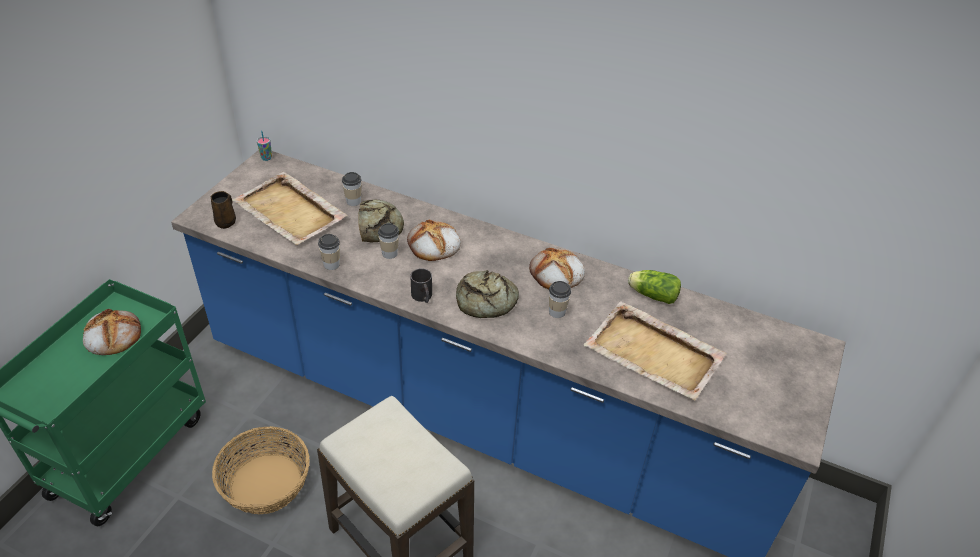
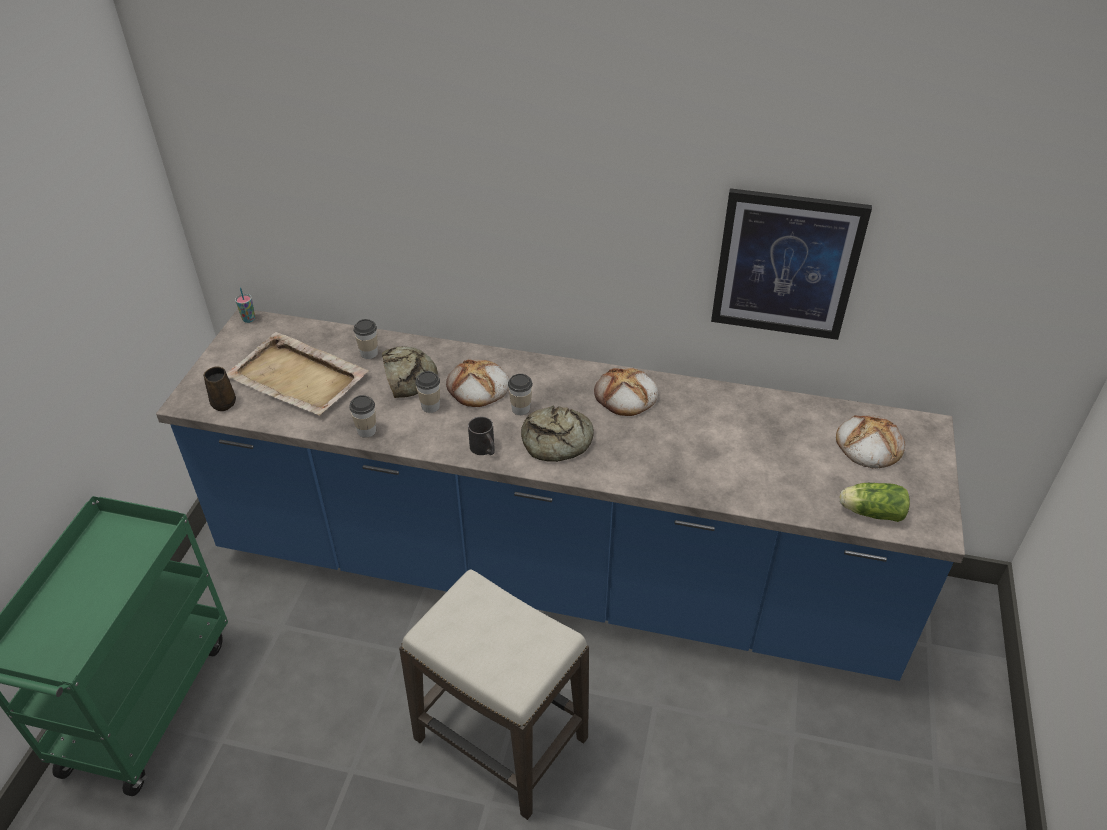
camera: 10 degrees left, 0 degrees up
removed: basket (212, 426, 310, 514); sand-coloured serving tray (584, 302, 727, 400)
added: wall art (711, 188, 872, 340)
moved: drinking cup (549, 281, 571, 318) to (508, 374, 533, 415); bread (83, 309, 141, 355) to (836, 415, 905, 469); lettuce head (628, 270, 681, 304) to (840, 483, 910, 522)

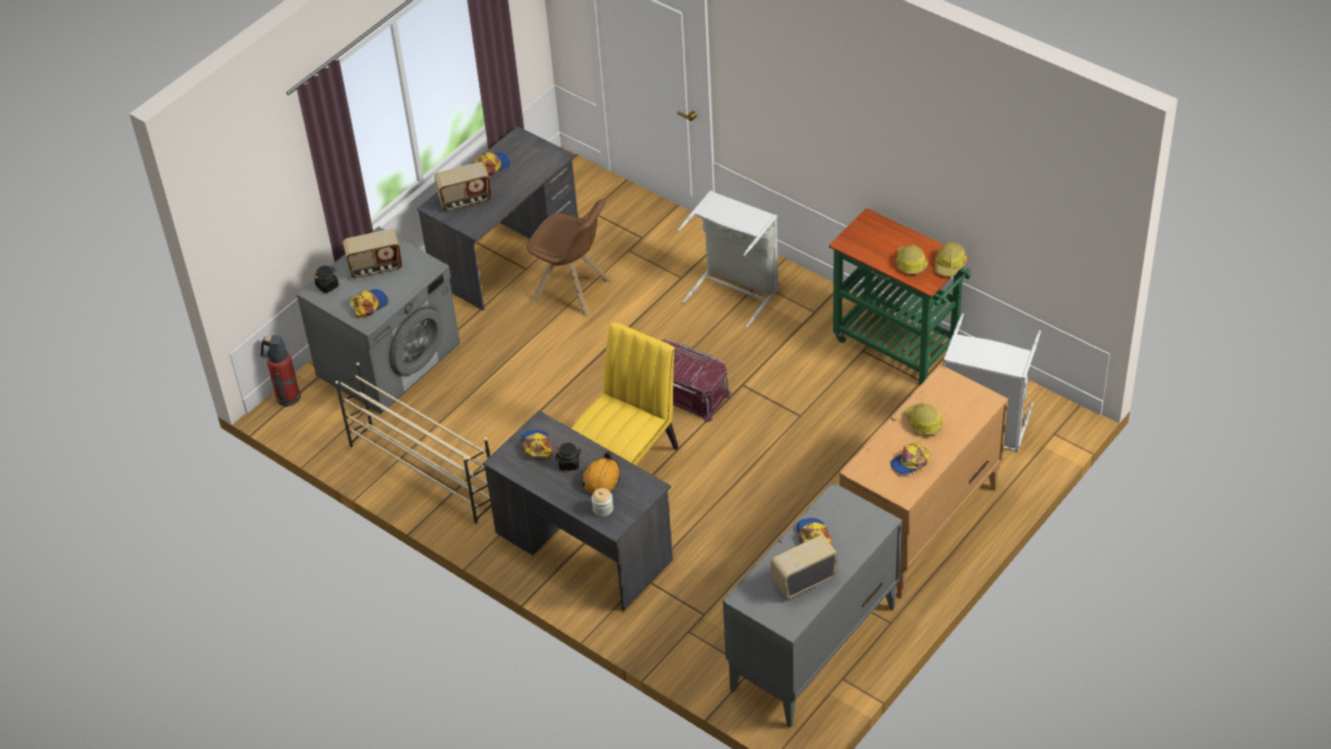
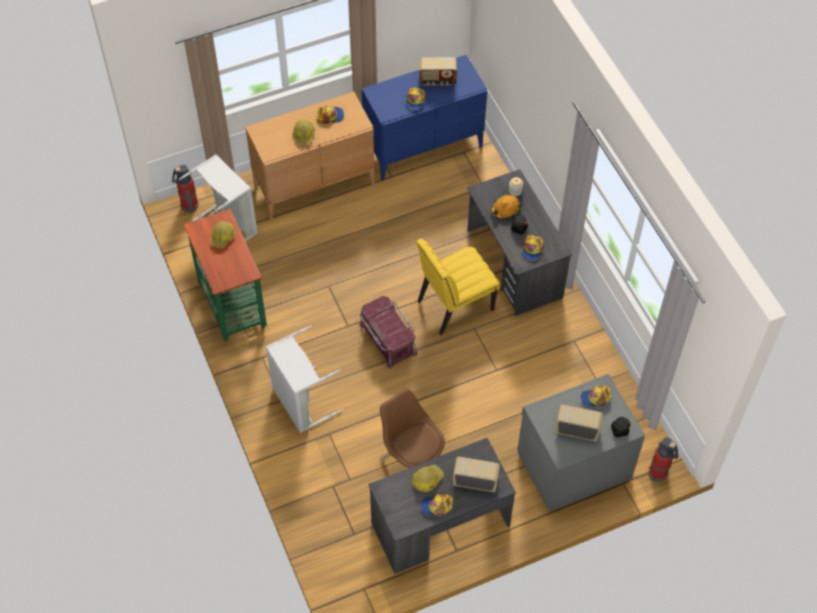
camera: 155 degrees left, 10 degrees up
removed: sand-coloured shoe shelf (335, 362, 491, 525)
added: extinguisher (172, 165, 198, 212)
moved: work helmet (935, 242, 967, 277) to (412, 465, 444, 492)
recoloured: grey cupboard (723, 483, 902, 728) to blue-coloured cupboard (361, 55, 487, 181)

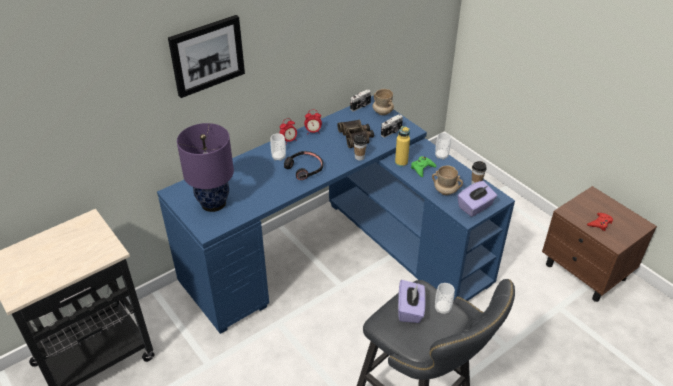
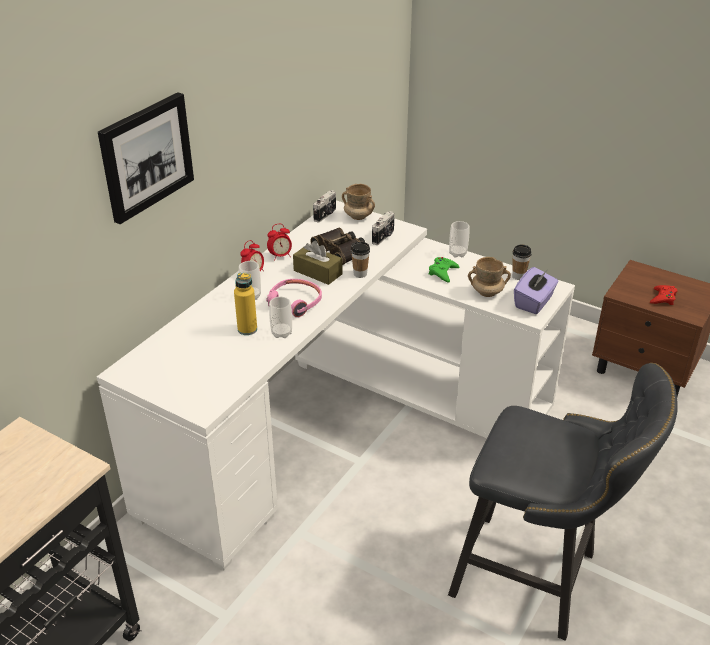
camera: 20 degrees left, 5 degrees down
removed: purple tabletop lamp (177, 123, 234, 212); purple box of tissues (398, 280, 426, 323)
added: brown-coloured box of tissues (293, 241, 343, 285)
moved: yellow bottle (395, 126, 410, 167) to (234, 273, 257, 335); drinking cup (435, 283, 455, 315) to (269, 297, 292, 338)
recoloured: blue-coloured desk (157, 96, 515, 334) to whitish desk (97, 200, 575, 570); blackish headset (284, 151, 323, 180) to pinkish headset (266, 279, 322, 317)

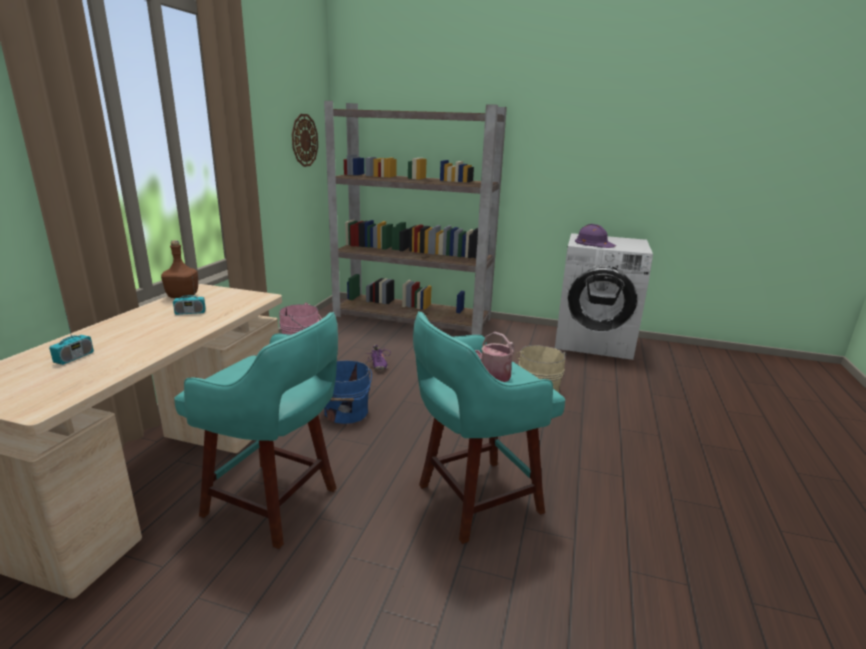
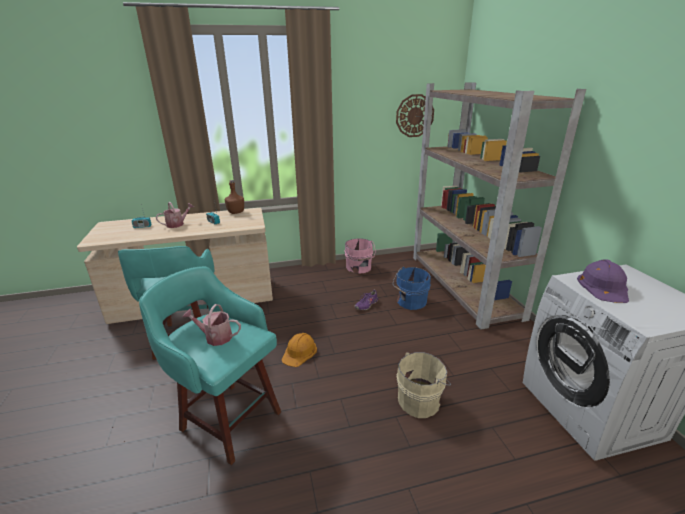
camera: 60 degrees right, 5 degrees up
added: sprinkling can (156, 202, 194, 228); orange work helmet (282, 333, 317, 367)
moved: blue-coloured pail (324, 360, 372, 424) to (393, 267, 431, 310)

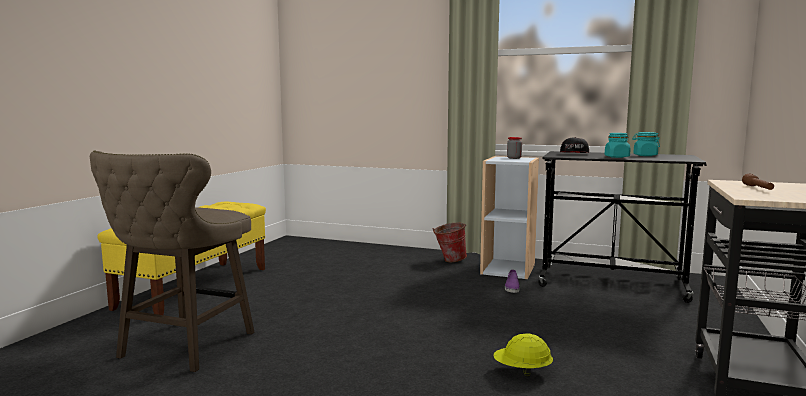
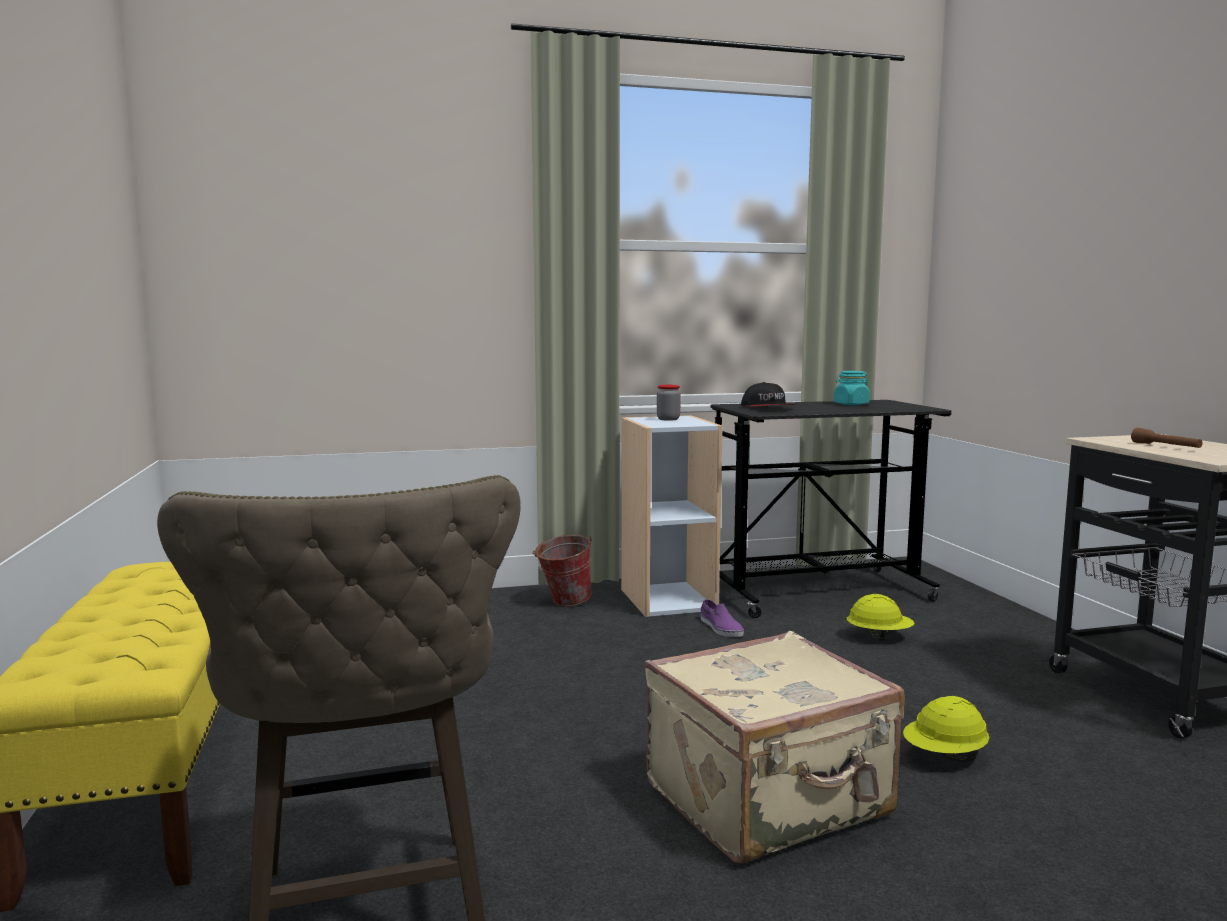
camera: 35 degrees left, 0 degrees up
removed: turquoise-coloured preserve jar (605, 133, 630, 158)
added: sand-coloured travel case (645, 631, 905, 863); yellow work helmet (847, 594, 914, 641)

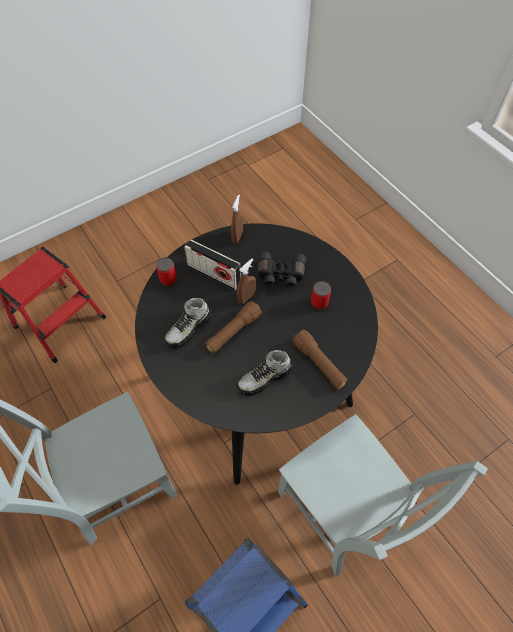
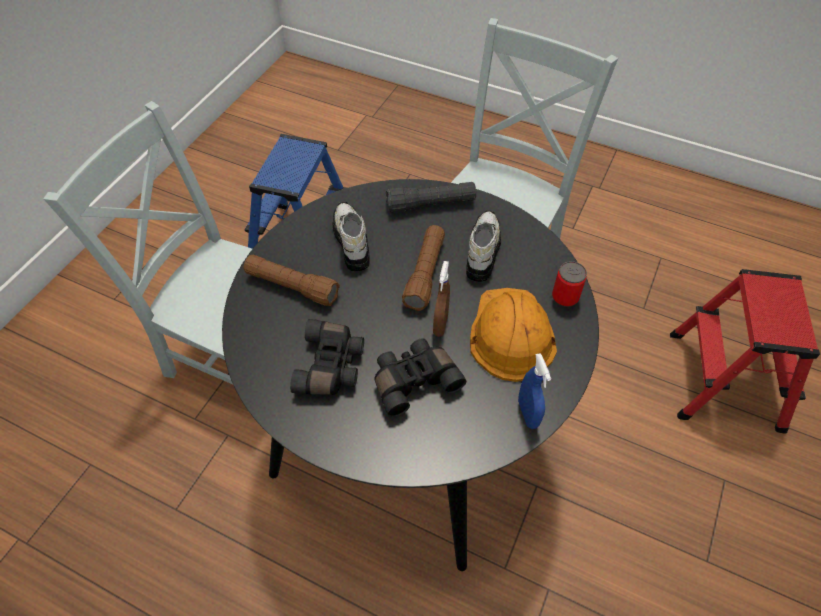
camera: 150 degrees right, 5 degrees down
added: blackish flashlight (386, 182, 476, 213)
replaced: metal can (311, 281, 331, 310) to blackish binoculars (290, 319, 364, 395); radio receiver (184, 239, 241, 290) to orange work helmet (470, 288, 557, 382)
recoloured: brown-coloured sprayer (231, 195, 243, 244) to blue-coloured sprayer (518, 353, 551, 429)
turned: item of footwear (236, 350, 292, 396) = (332, 202, 370, 271) 45 degrees counterclockwise

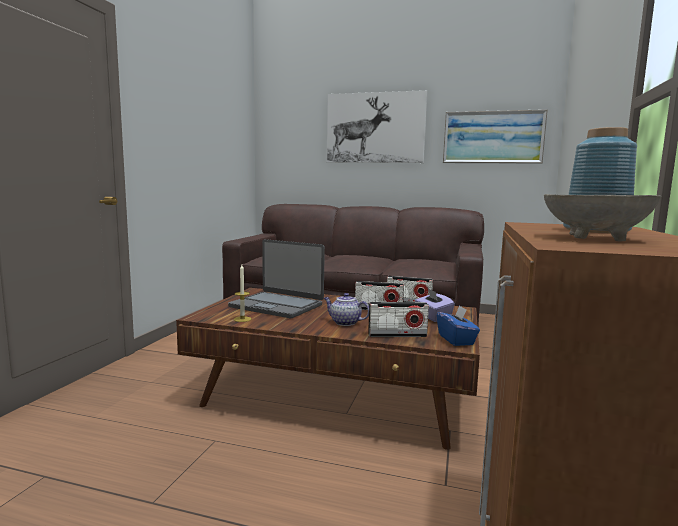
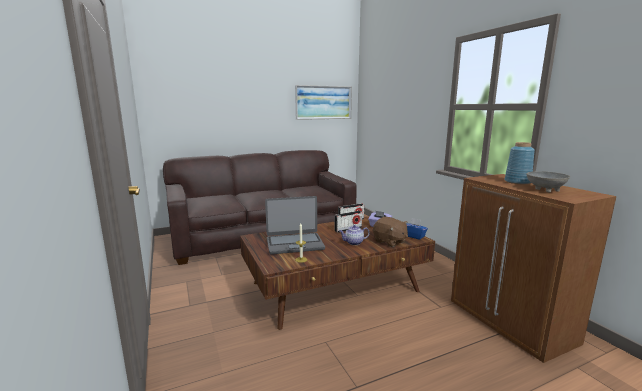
camera: 40 degrees left, 5 degrees up
removed: wall art (327, 90, 427, 163)
replaced: radio receiver (368, 302, 429, 337) to brown-coloured cuddly toy (373, 217, 408, 247)

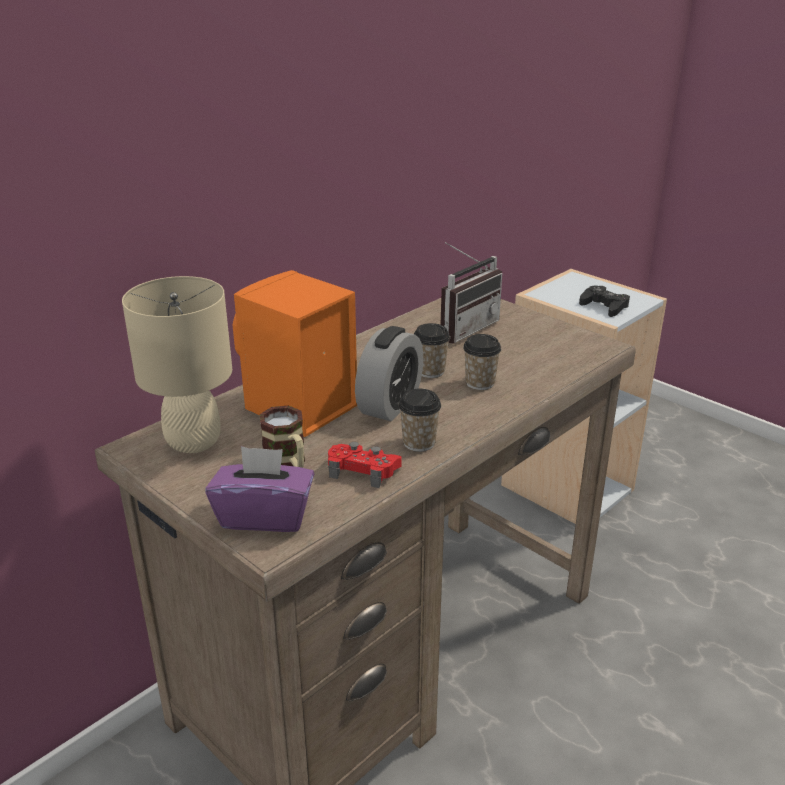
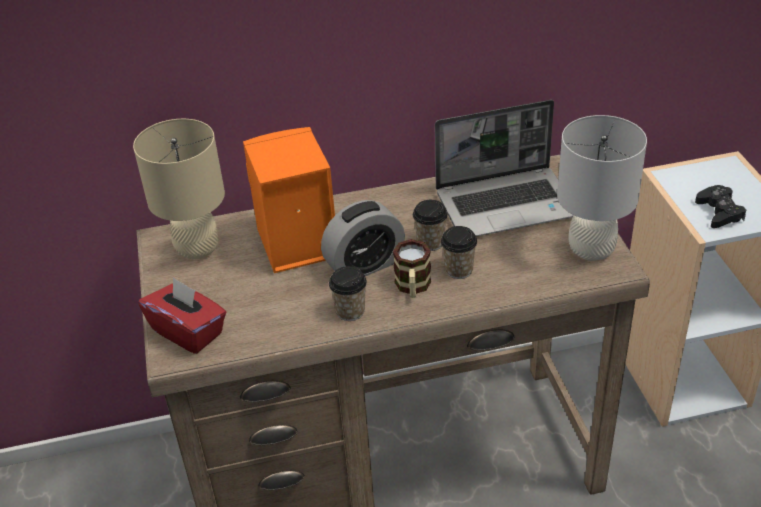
camera: 35 degrees right, 10 degrees up
removed: red-coloured game controller (328, 442, 402, 488)
added: grey tabletop lamp (557, 115, 647, 261)
moved: mug (260, 406, 305, 468) to (393, 239, 431, 298)
replaced: radio receiver (440, 242, 502, 344) to portable computer (435, 100, 573, 237)
recoloured: purple box of tissues (205, 446, 314, 532) to red-coloured box of tissues (138, 277, 226, 354)

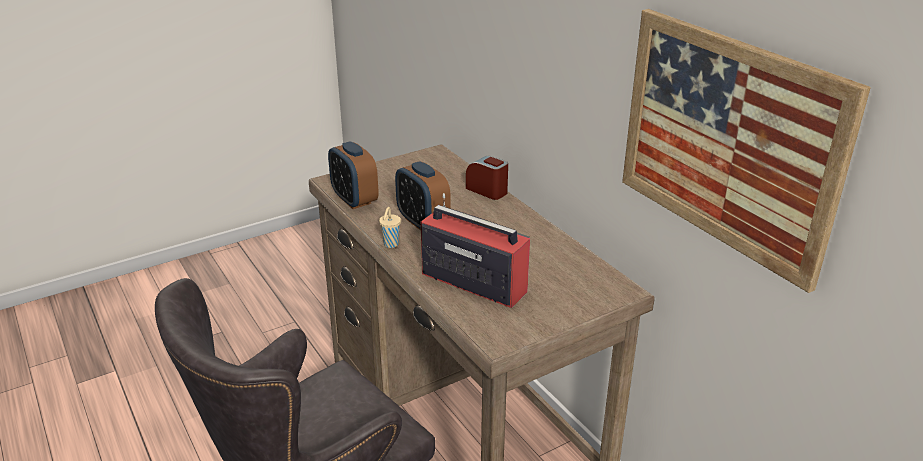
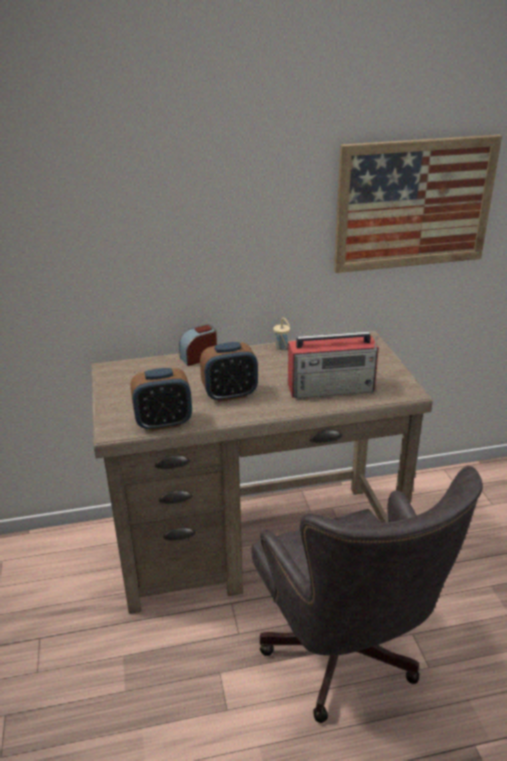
camera: 70 degrees left, 0 degrees up
moved: sand-coloured drinking cup (379, 207, 401, 248) to (273, 317, 290, 350)
turned: radio receiver (421, 193, 530, 308) = (288, 331, 379, 398) 150 degrees counterclockwise

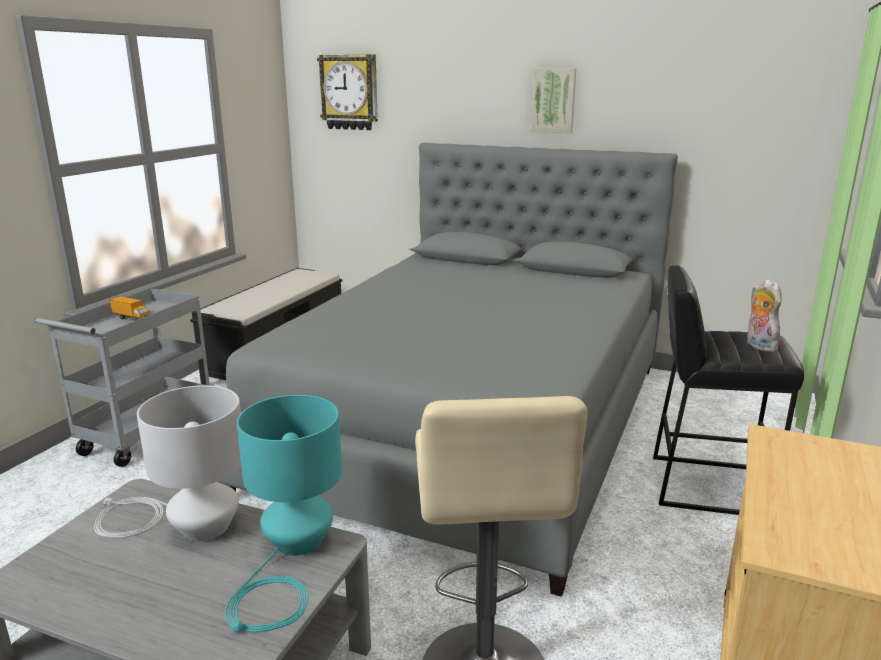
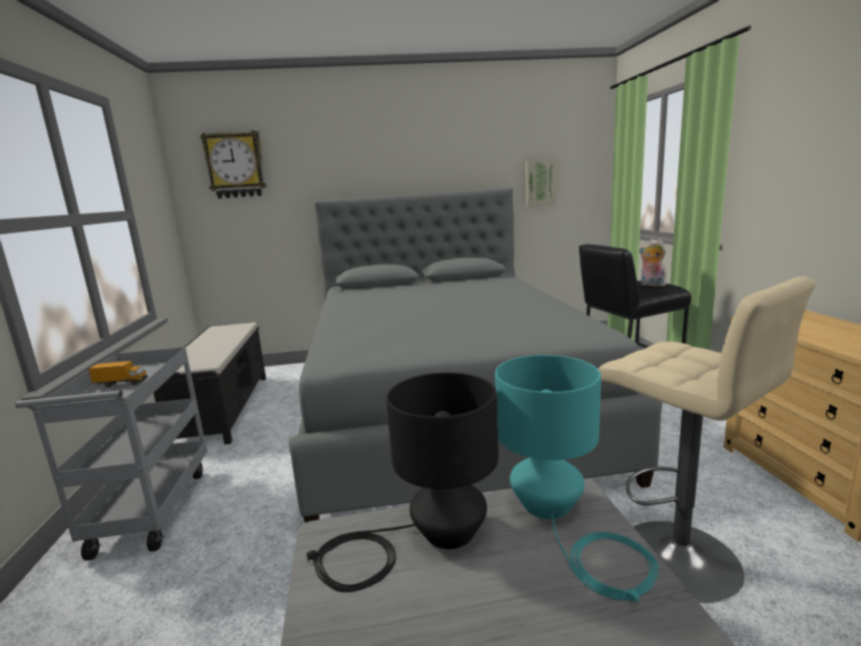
camera: 30 degrees left, 5 degrees down
moved: wall art (531, 68, 576, 133) to (526, 160, 556, 207)
recoloured: whitish tabletop lamp (94, 385, 241, 541) to blackish tabletop lamp (306, 372, 498, 592)

